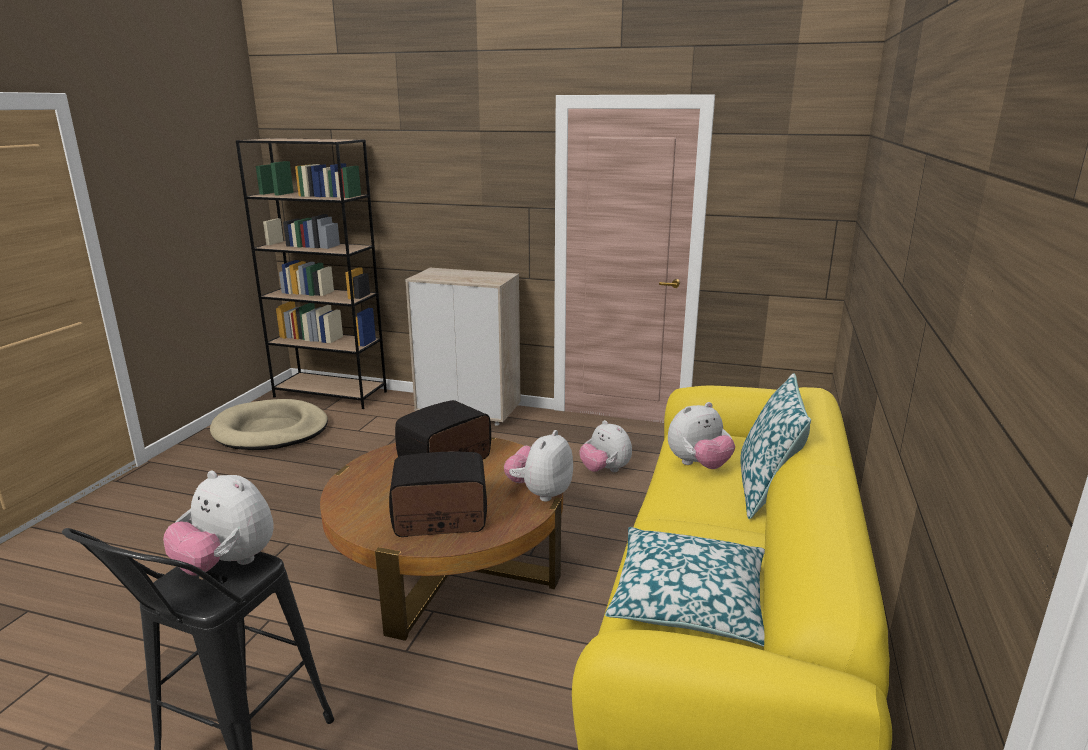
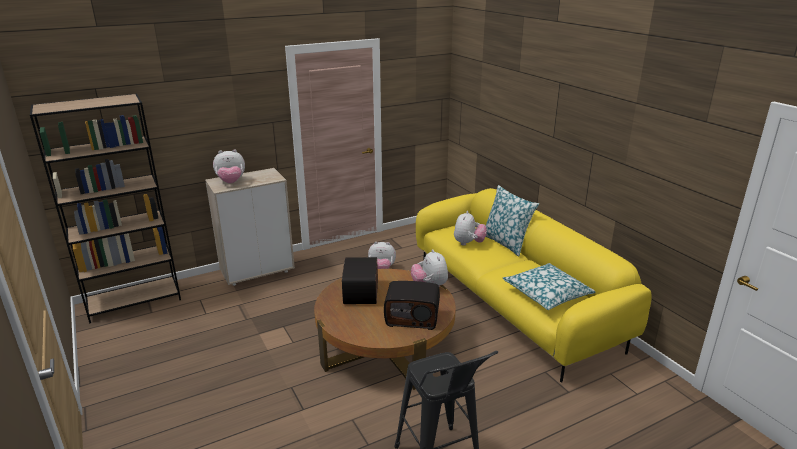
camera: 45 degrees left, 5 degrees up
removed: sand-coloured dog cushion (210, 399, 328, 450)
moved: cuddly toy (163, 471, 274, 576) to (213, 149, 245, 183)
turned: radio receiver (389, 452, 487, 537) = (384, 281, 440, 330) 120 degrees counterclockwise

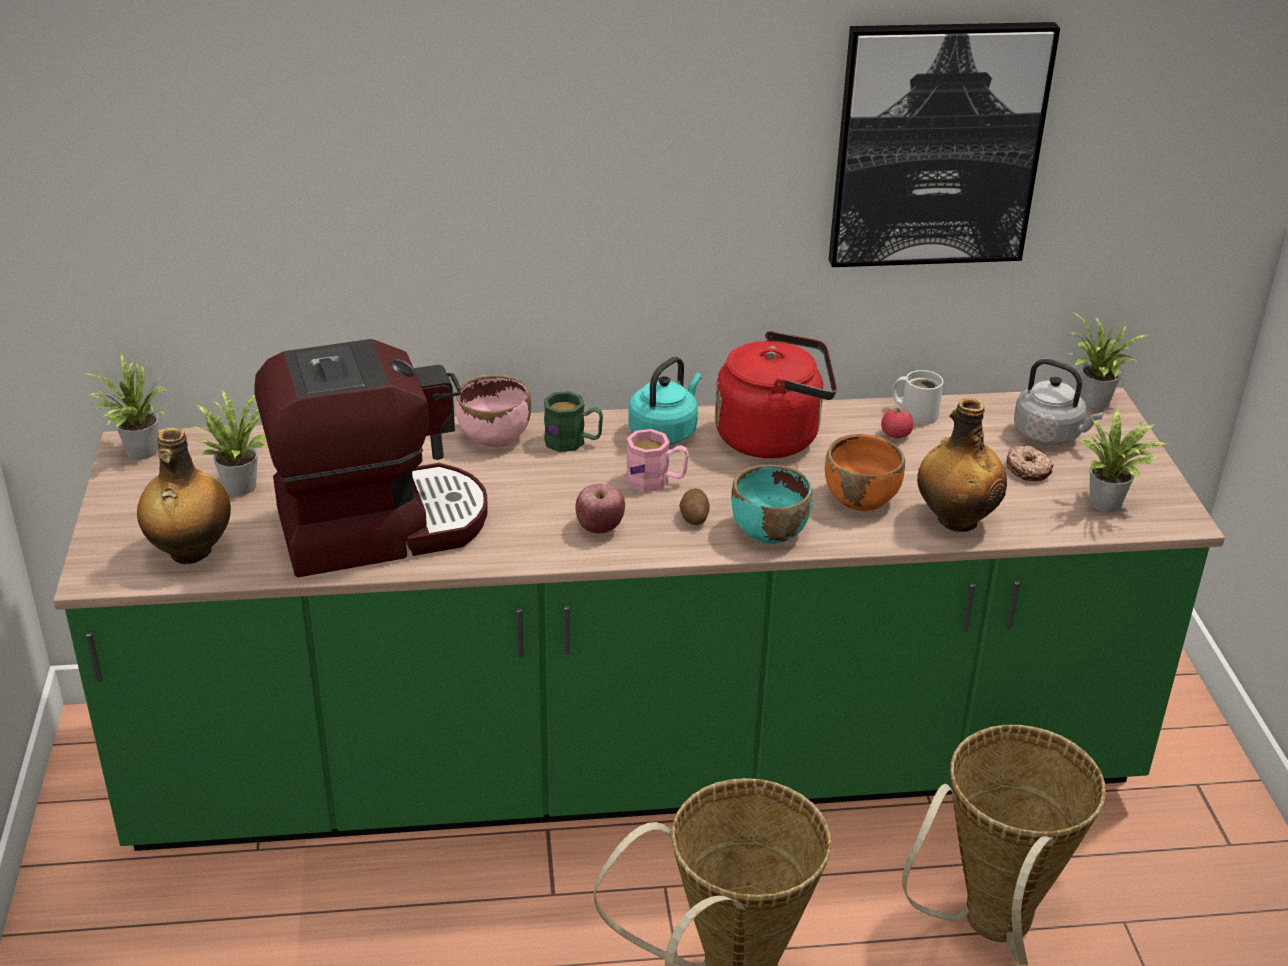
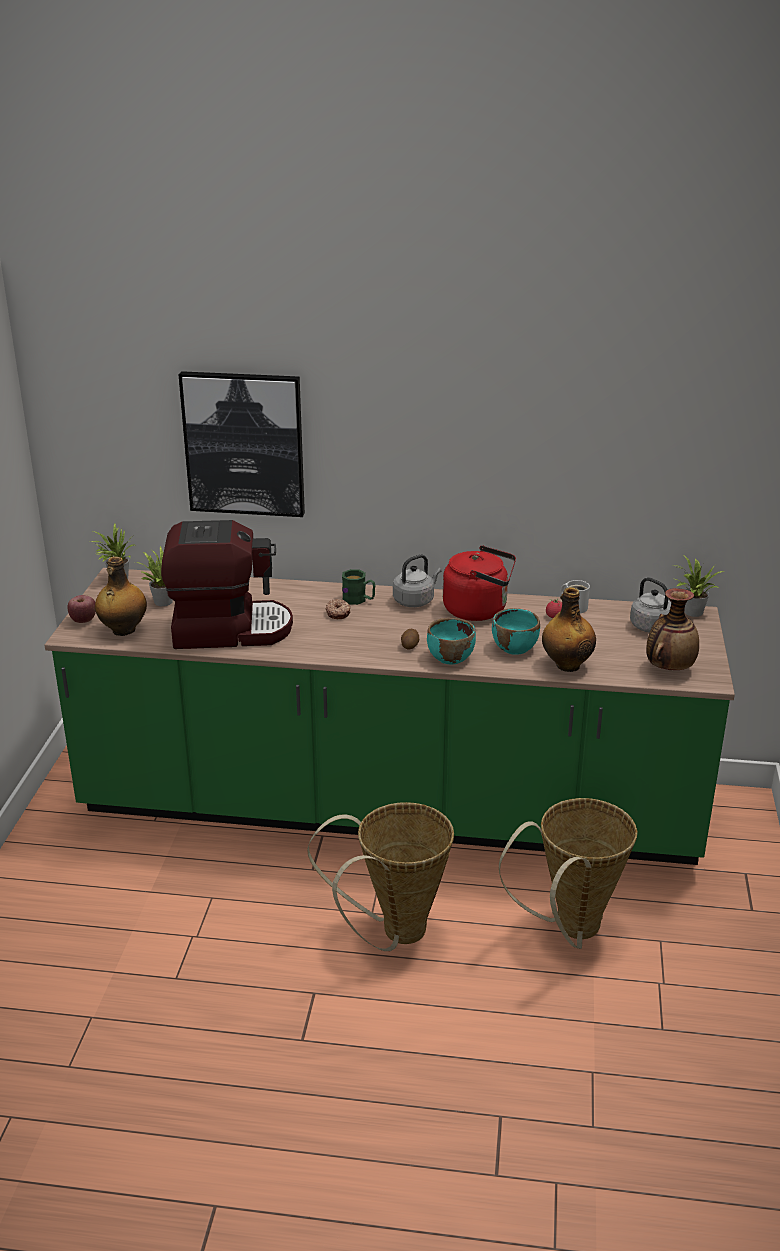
camera: 15 degrees right, 5 degrees down
removed: pinkish deep dish (455, 375, 531, 448); pinkish mug (626, 429, 689, 492)
moved: apple fruit (576, 484, 625, 534) to (68, 595, 96, 623); wall art (829, 22, 1060, 267) to (178, 371, 305, 517); ring doughnut (1007, 446, 1053, 481) to (326, 599, 350, 619)
replaced: plant in a pot (1080, 408, 1168, 512) to vase (646, 588, 699, 670)
recoloured: turquoise-coloured tea kettle (628, 357, 702, 445) to grey tea kettle (393, 554, 442, 607); orange deep dish (825, 434, 905, 511) to turquoise-coloured deep dish (492, 608, 540, 655)

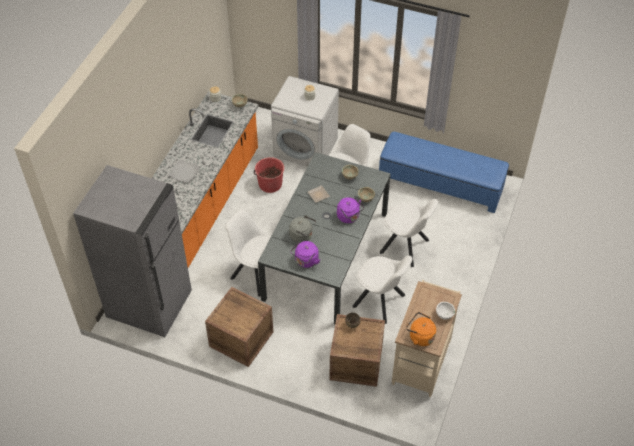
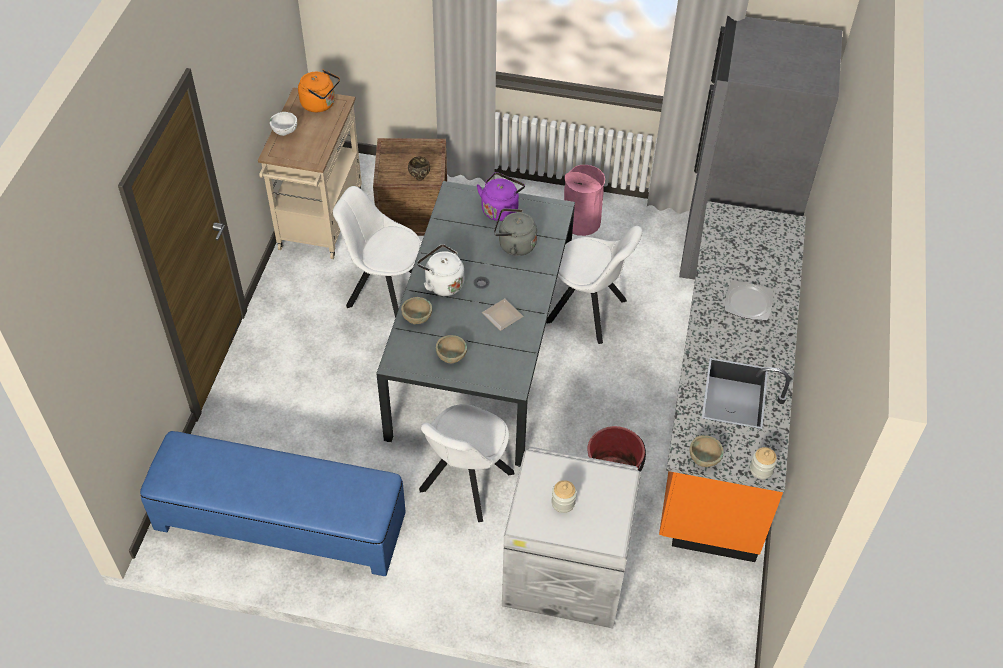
camera: 170 degrees right, 0 degrees up
removed: whitish chair (380, 199, 438, 267)
replaced: packing crate (205, 287, 273, 367) to pinkish trash can (564, 165, 605, 236)
recoloured: purple tea kettle (337, 197, 364, 223) to whitish tea kettle (417, 244, 464, 296)

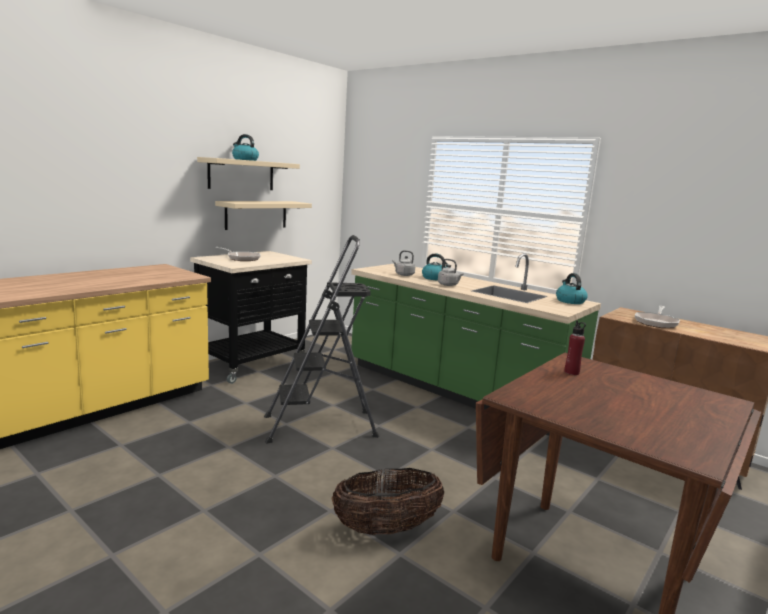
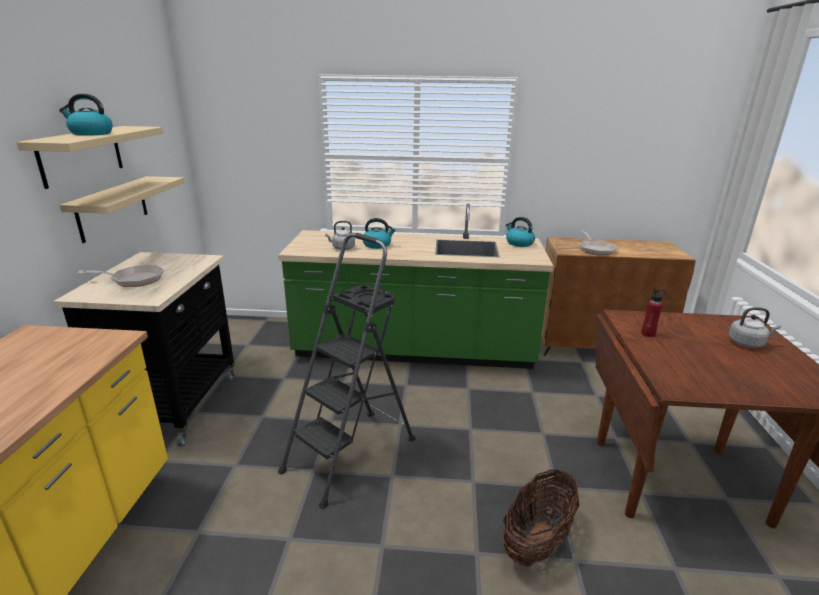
camera: 35 degrees left, 10 degrees up
moved: grey tea kettle (438, 259, 463, 286) to (729, 307, 781, 348)

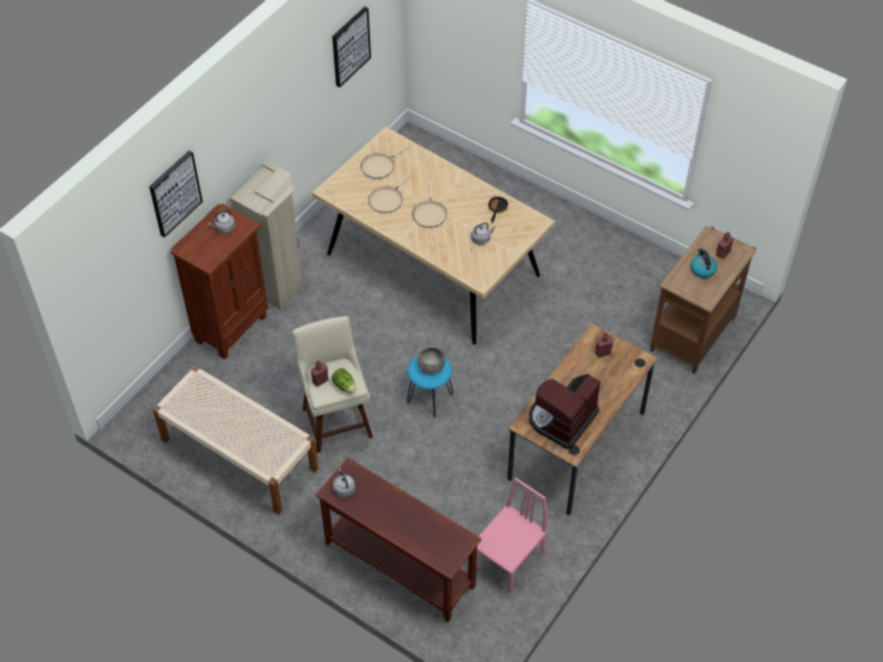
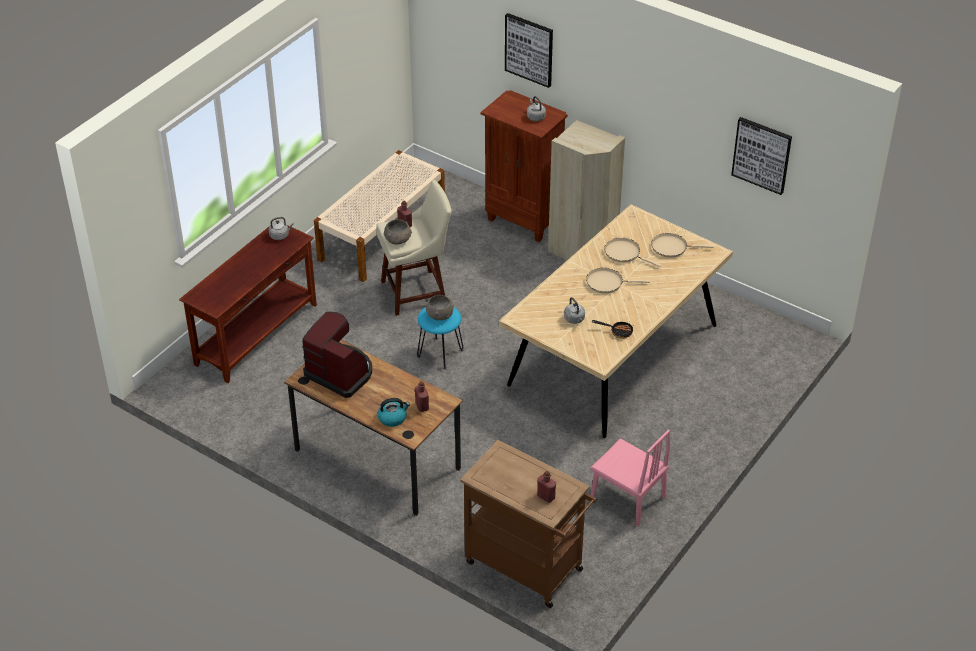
camera: 90 degrees right, 10 degrees down
moved: tea kettle (691, 248, 717, 278) to (378, 398, 410, 427); pinkish chair (477, 478, 548, 593) to (590, 430, 670, 527)
replaced: lettuce head (332, 368, 356, 394) to grey deep dish (383, 219, 412, 245)
turned: sand-coloured frying pan (361, 145, 410, 179) = (651, 233, 714, 258) 45 degrees counterclockwise

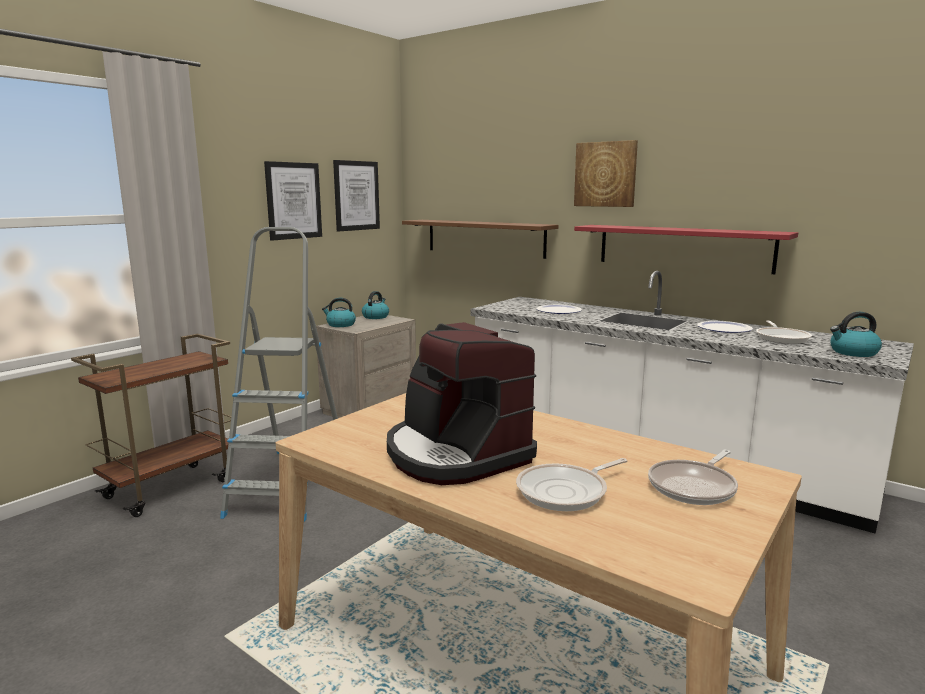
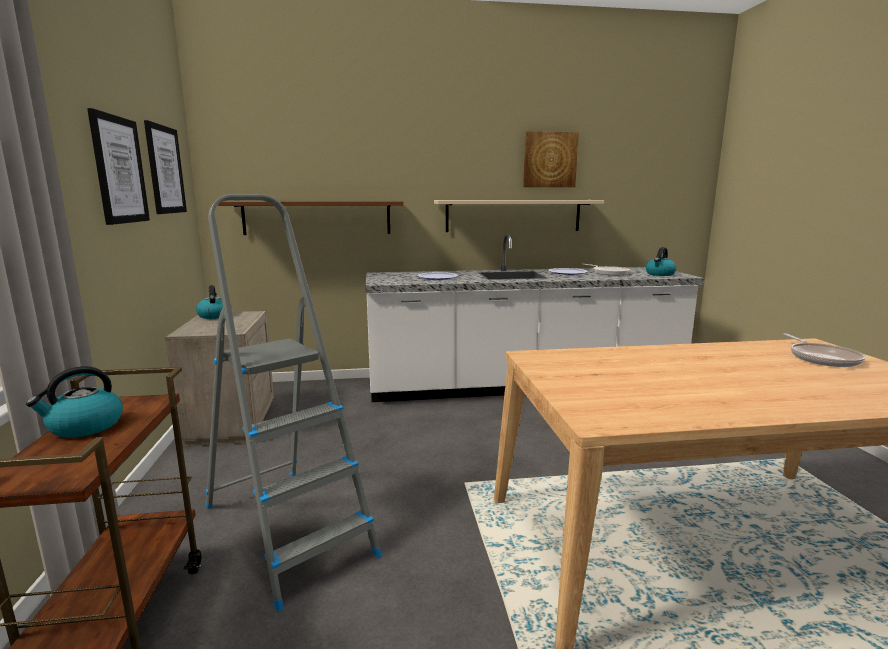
camera: 45 degrees left, 0 degrees up
removed: coffee brewer (387, 322, 537, 485); frying pan (516, 458, 627, 511)
moved: tea kettle (322, 298, 356, 327) to (26, 366, 123, 438); wall art (574, 140, 638, 207) to (523, 131, 579, 187)
recoloured: red-coloured bracket shelf (574, 225, 798, 274) to sand-coloured bracket shelf (434, 200, 604, 232)

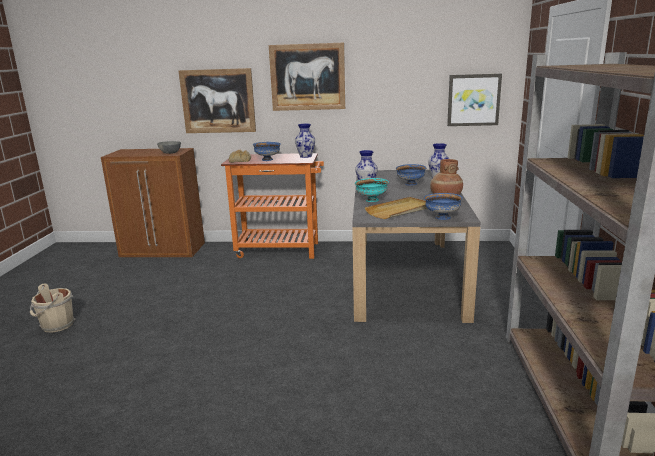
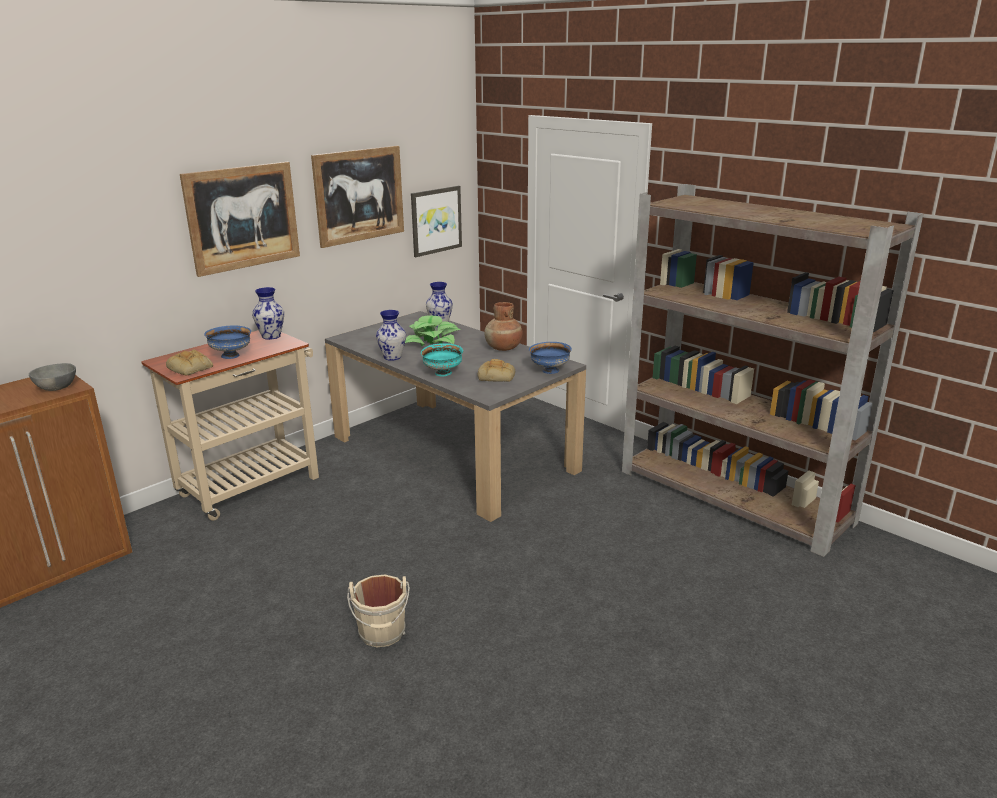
camera: 50 degrees left, 5 degrees up
moved: wall art (178, 68, 256, 133) to (311, 146, 404, 248); sand-coloured pail (30, 284, 75, 333) to (347, 575, 410, 647)
replaced: blue-coloured deep dish (396, 164, 427, 186) to plant in a pot (405, 315, 461, 346); sand-coloured serving tray (365, 197, 428, 219) to bread (478, 359, 515, 382)
recoloured: orange cart (221, 153, 324, 259) to sand-coloured cart (141, 330, 319, 521)

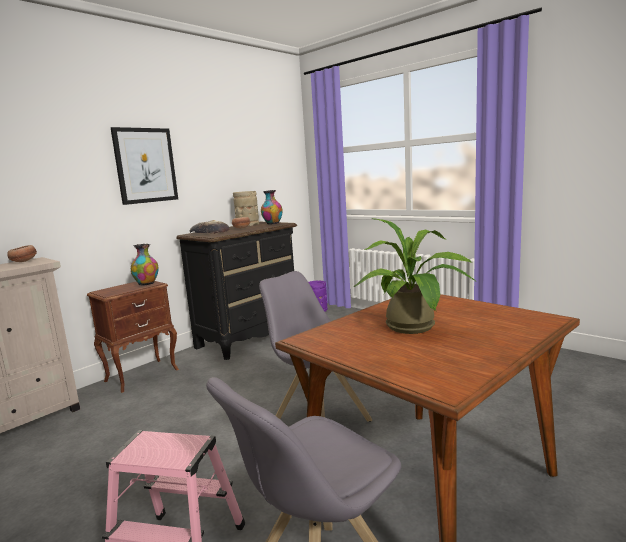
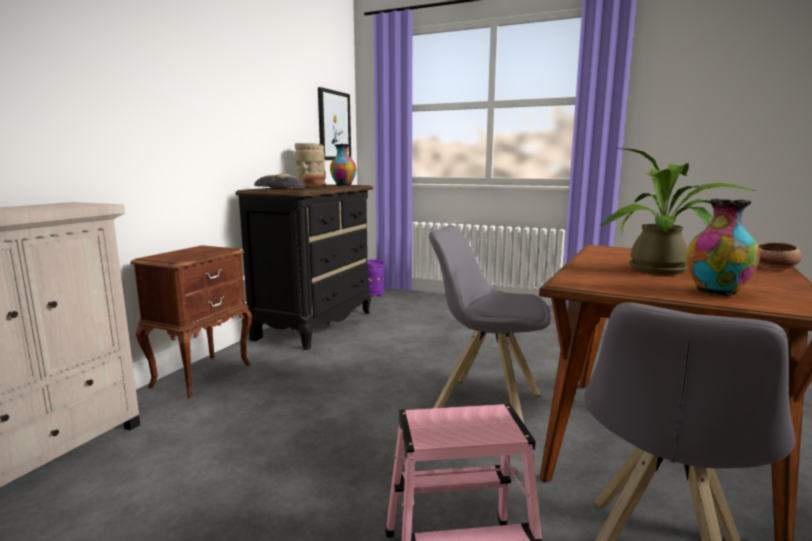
camera: 20 degrees left, 0 degrees up
moved: wall art (111, 127, 178, 205) to (318, 87, 351, 160); vase (131, 244, 159, 286) to (686, 199, 760, 296); deep dish (7, 245, 37, 262) to (757, 242, 801, 270)

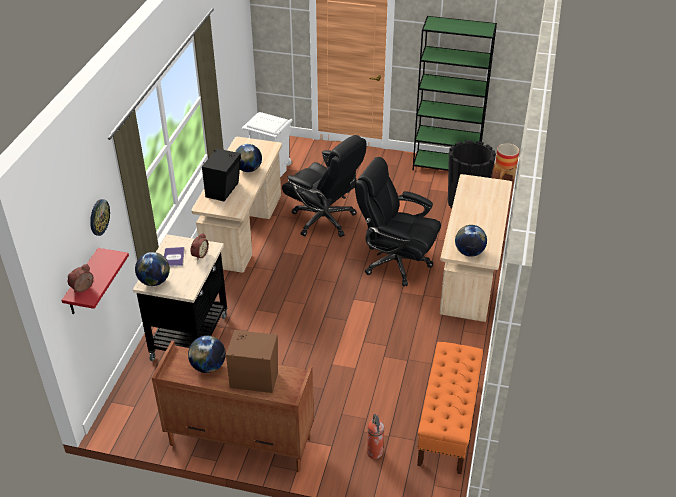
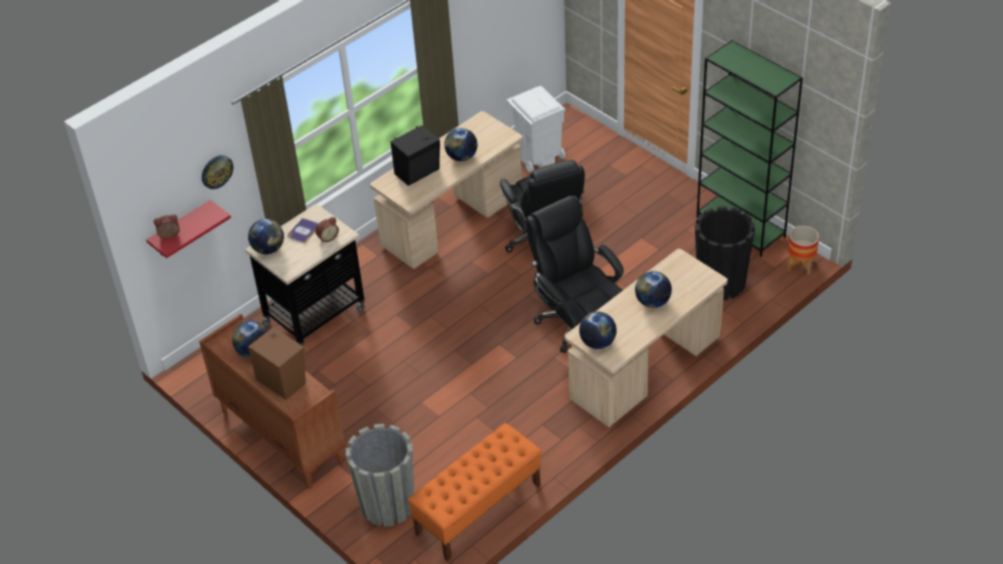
camera: 35 degrees right, 5 degrees up
added: globe (635, 271, 672, 308)
replaced: extinguisher (367, 414, 384, 459) to grey planter (346, 424, 414, 527)

